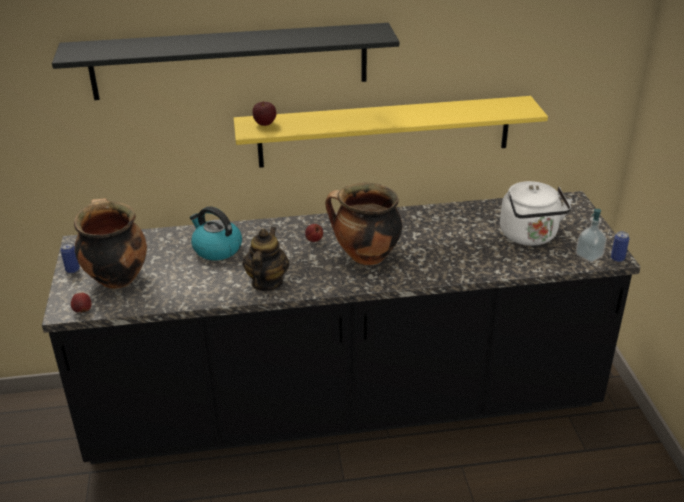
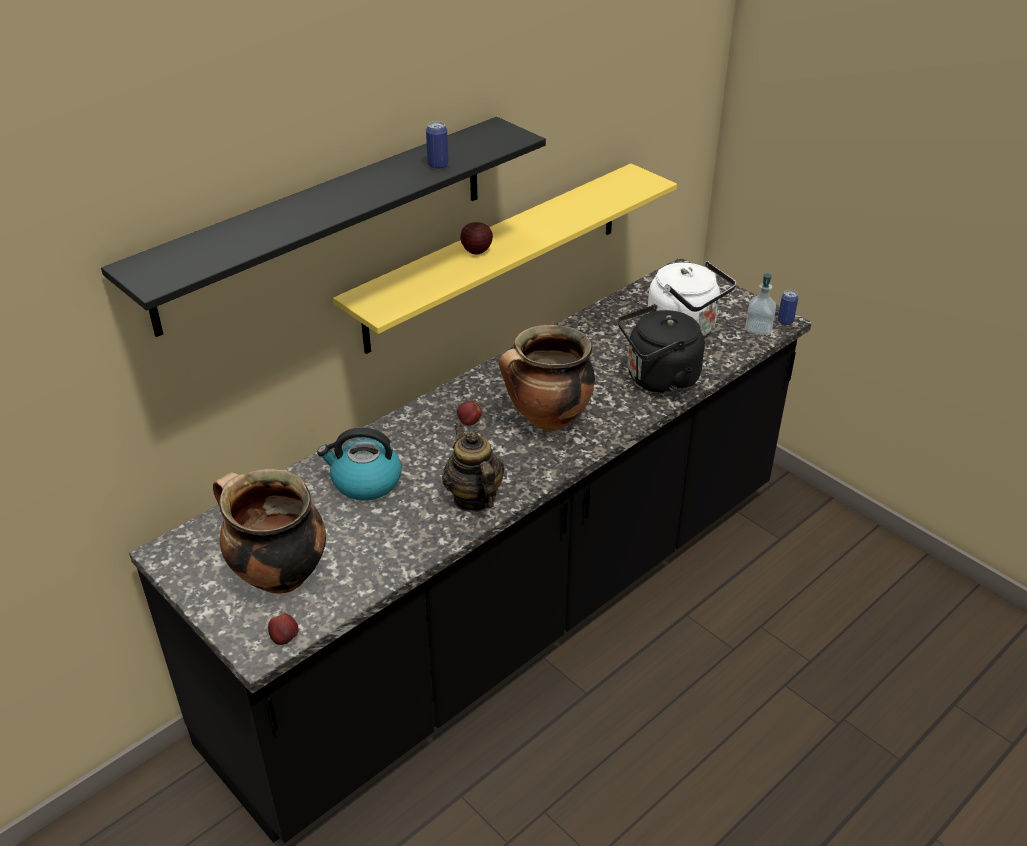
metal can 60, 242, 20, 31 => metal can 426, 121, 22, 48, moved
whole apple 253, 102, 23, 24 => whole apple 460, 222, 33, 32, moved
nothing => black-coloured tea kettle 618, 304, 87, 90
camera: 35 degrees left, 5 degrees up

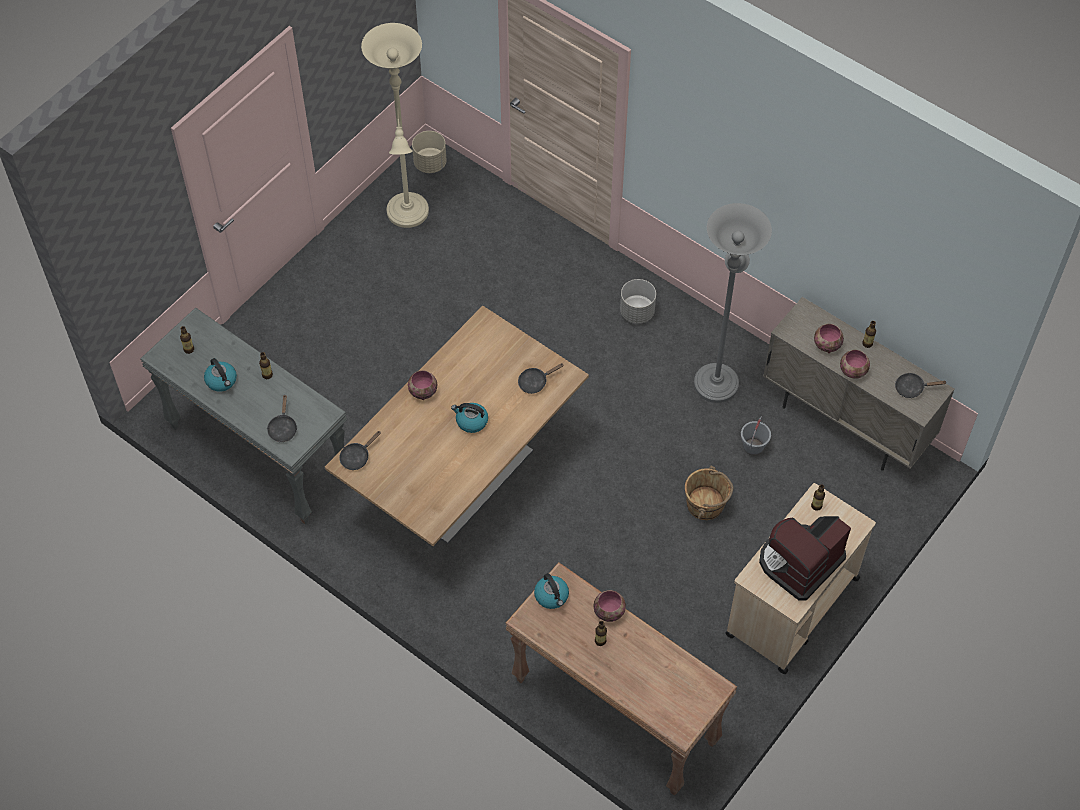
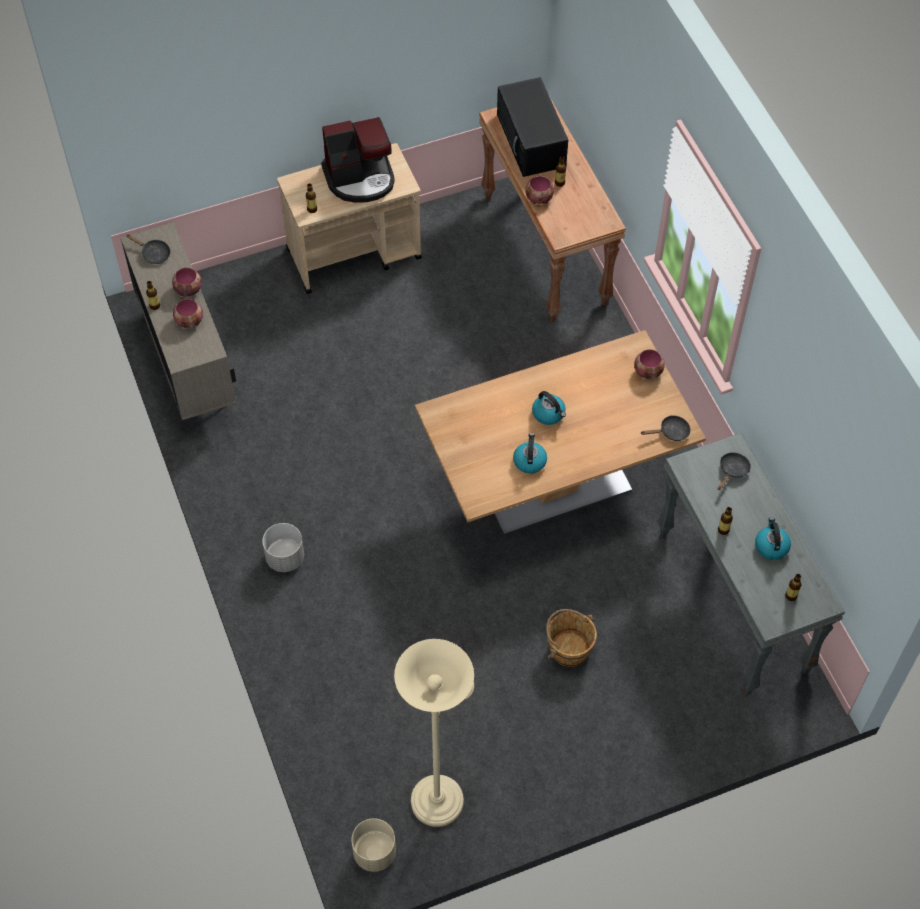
nothing => black-coloured microwave 497, 77, 71, 100
tea kettle 534, 573, 35, 36 => tea kettle 513, 433, 34, 41, moved
brownish pail 685, 466, 48, 54 => brownish pail 546, 609, 51, 58, moved
deep dish 408, 370, 29, 30 => deep dish 634, 349, 31, 30, moved
black-coloured frying pan 518, 363, 46, 31 => nothing
grey standing lamp 694, 203, 78, 200 => nothing
grey pail 741, 416, 30, 40 => nothing
camera: 150 degrees left, 0 degrees up

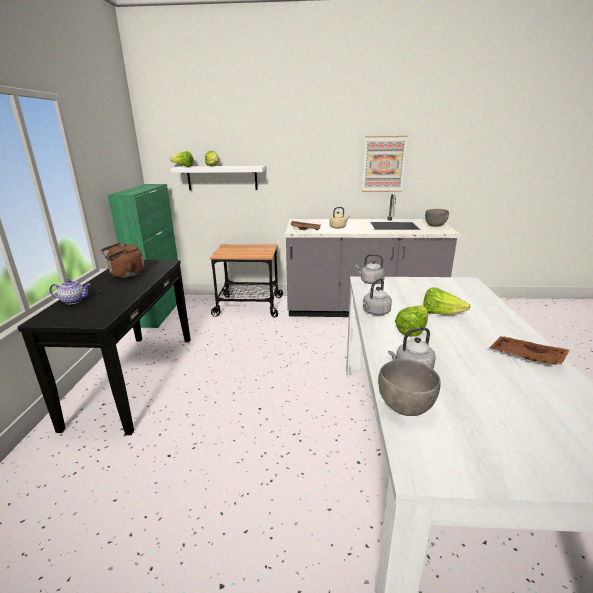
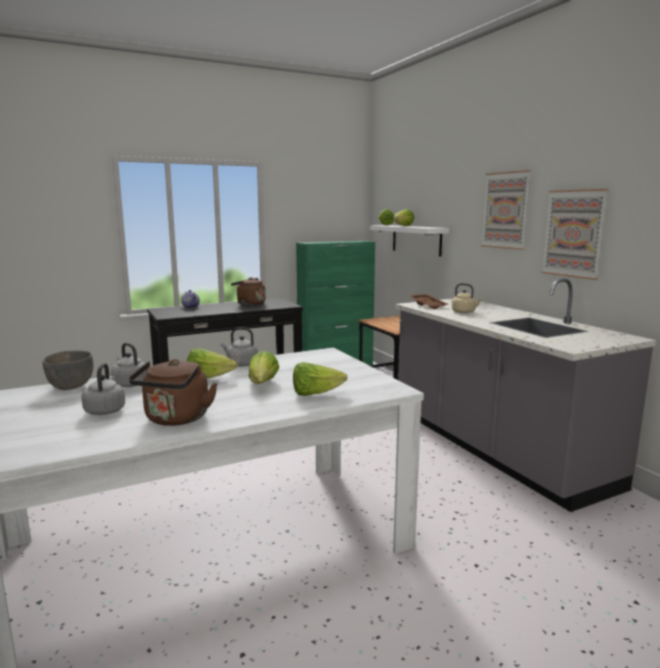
grey tea kettle 356, 254, 29, 30 => grey tea kettle 81, 363, 44, 52, moved
brownish carrying tray 489, 336, 81, 29 => brownish tea kettle 129, 359, 88, 67
nothing => head of lettuce 293, 362, 54, 34
nothing => picture 481, 170, 50, 80
grey deep dish 425, 209, 24, 18 => nothing
camera: 60 degrees right, 10 degrees down

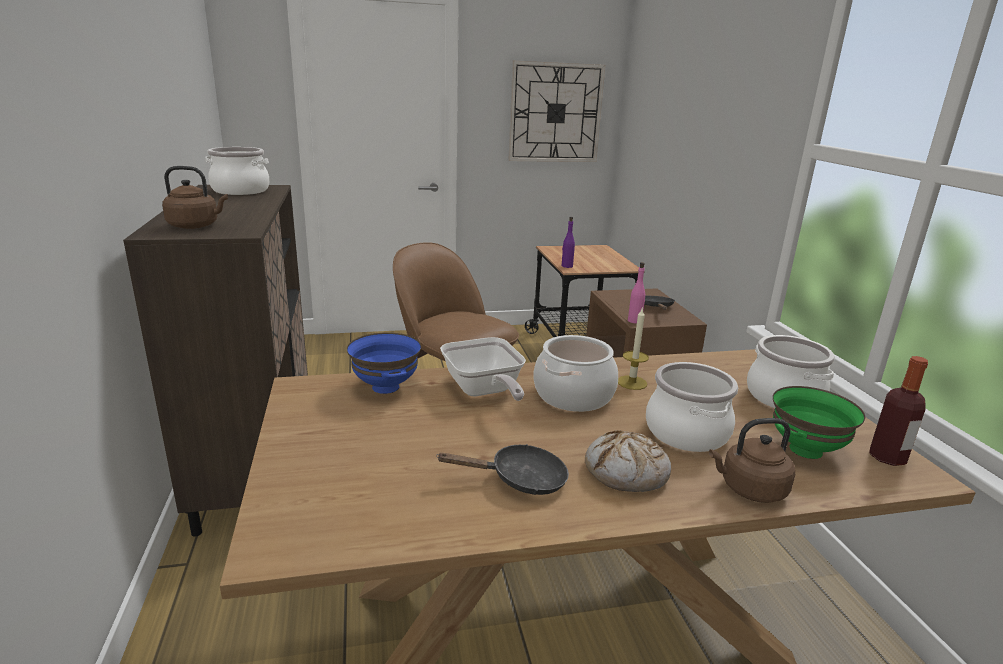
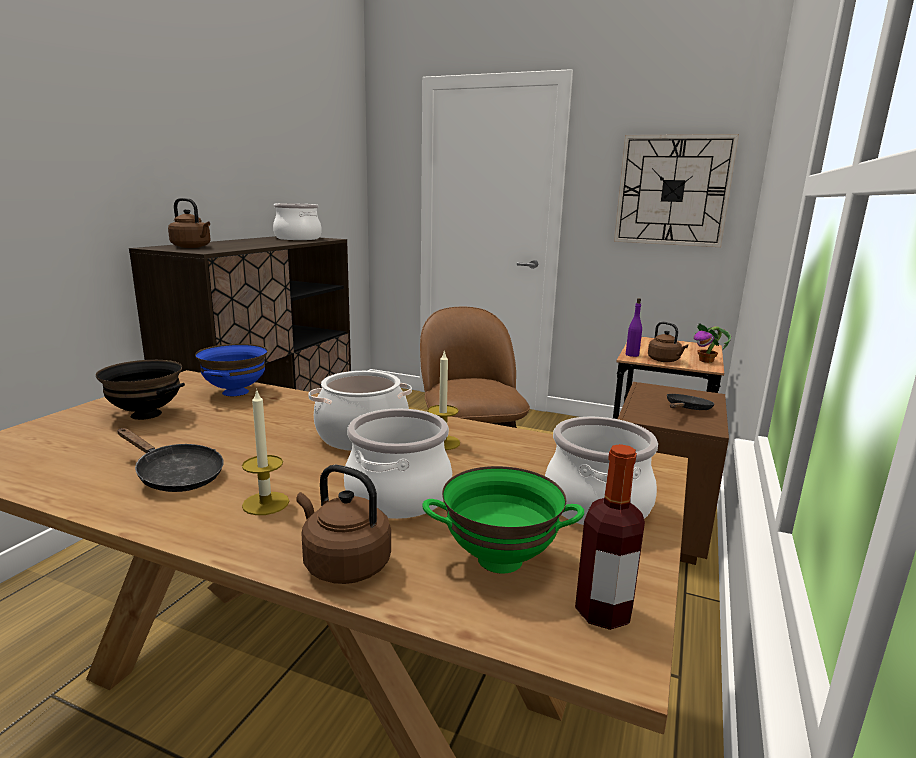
nothing => black-coloured deep dish 96, 360, 89, 60
bread 585, 430, 86, 62 => wax light 242, 388, 47, 127
nothing => brownish tea kettle 648, 322, 40, 40
nothing => potted plant 694, 323, 37, 40
frying pan 440, 337, 86, 64 => nothing
pink-coloured drink bottle 628, 262, 17, 62 => nothing
camera: 35 degrees right, 5 degrees down

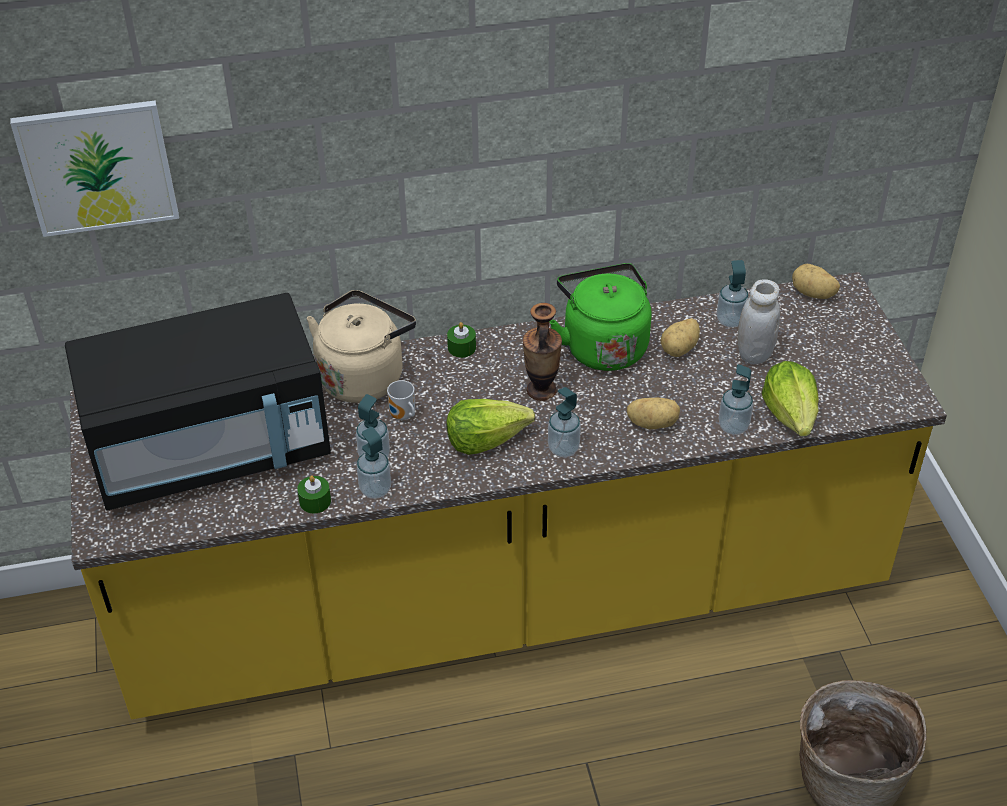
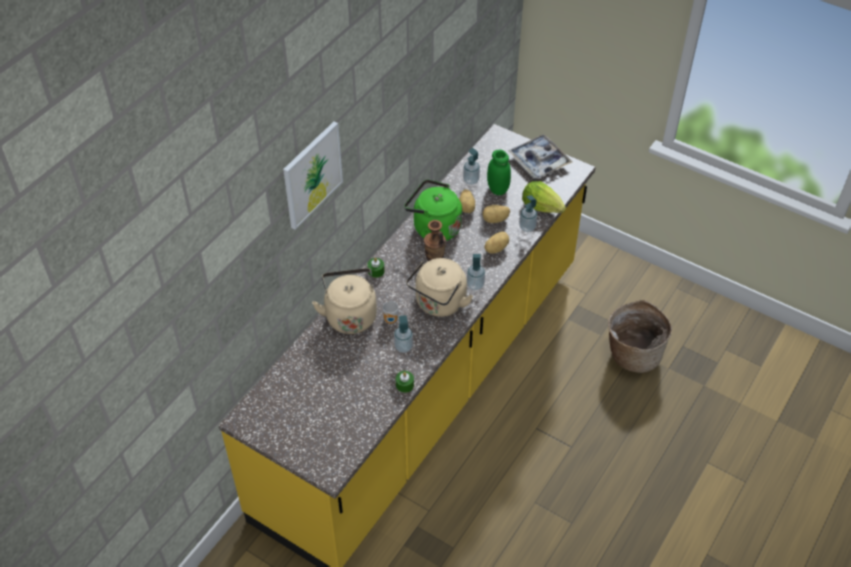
picture 10, 100, 169, 137 => picture 283, 121, 60, 109, moved
head of lettuce 446, 399, 89, 56 => sand-coloured tea kettle 406, 258, 67, 59
potato 792, 264, 48, 35 => potato 482, 205, 28, 18, moved
white-coloured preserve jar 738, 279, 42, 85 => green preserve jar 487, 150, 24, 45
nothing => carrying tray 508, 134, 65, 45
black-coloured microwave 65, 293, 266, 218 => nothing
liquid soap bottle 356, 427, 35, 72 => nothing
camera: 45 degrees left, 5 degrees up

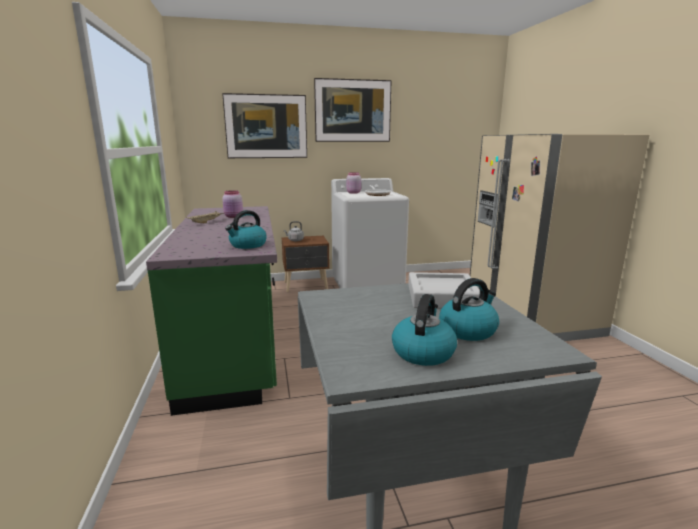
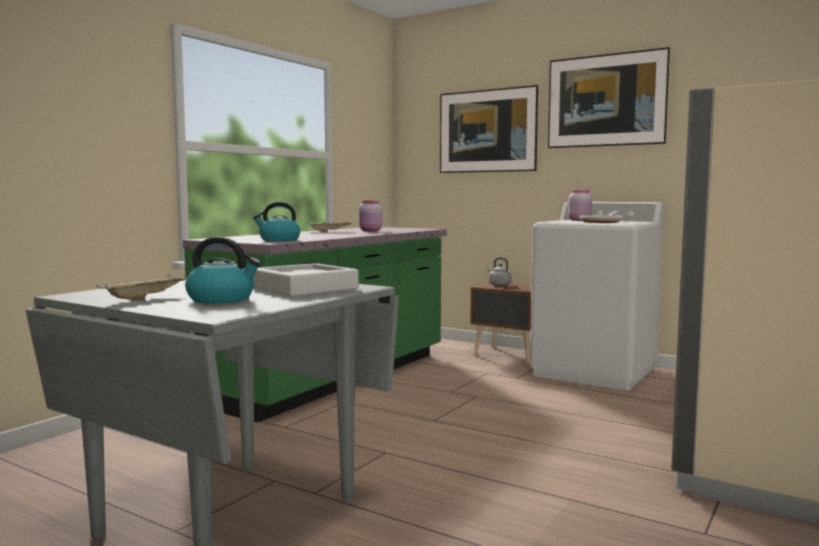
tea kettle 392, 294, 65, 72 => sand-coloured carrying tray 96, 274, 91, 26
camera: 45 degrees right, 10 degrees down

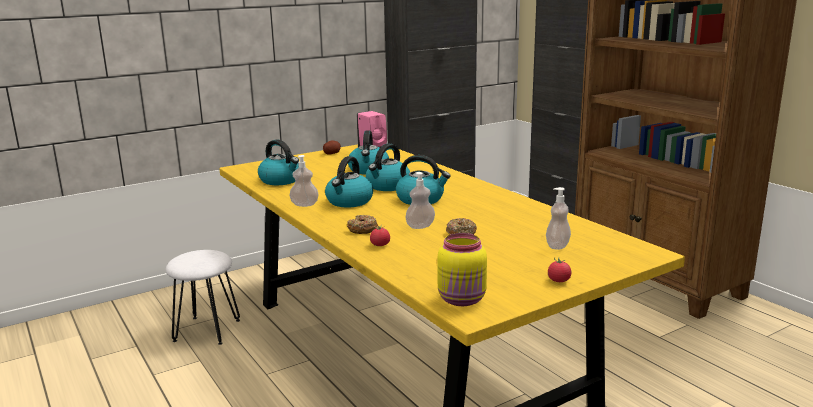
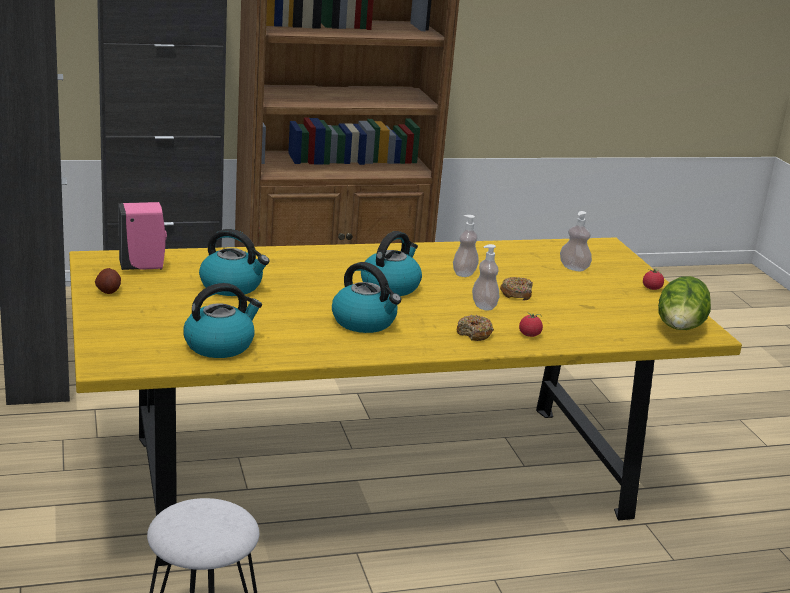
liquid soap bottle 289, 155, 30, 52 => liquid soap bottle 453, 215, 26, 62, moved
yellowish preserve jar 438, 233, 49, 73 => head of lettuce 658, 276, 53, 54
tea kettle 366, 144, 44, 47 => nothing
camera: 75 degrees left, 5 degrees up

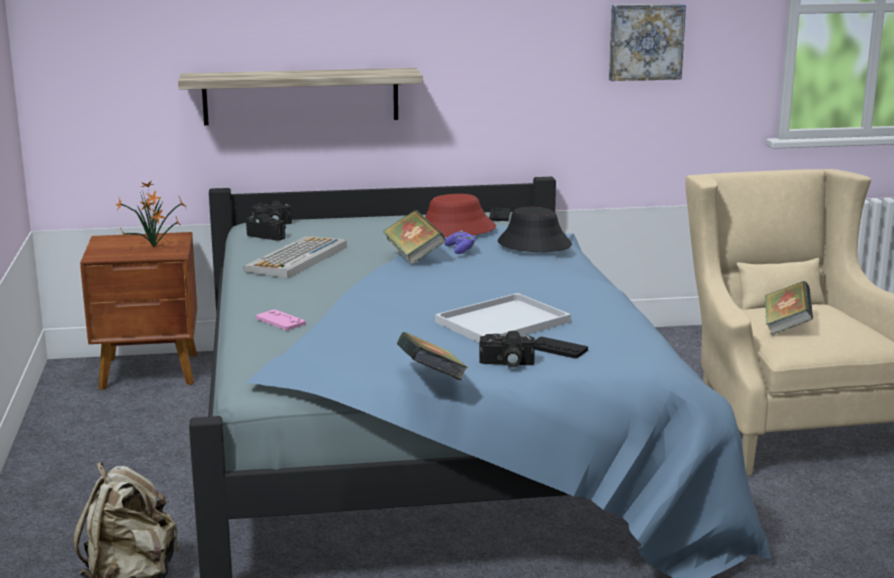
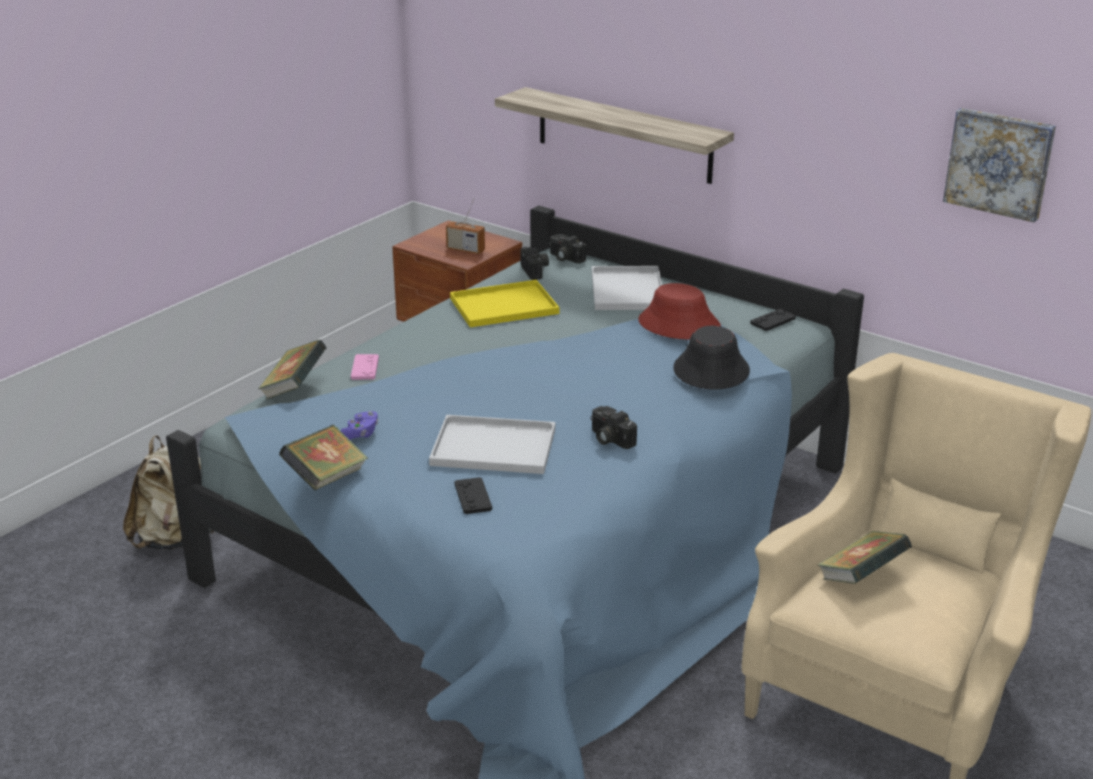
bound book 382, 210, 64, 54 => bound book 258, 340, 68, 59, moved
purplish gamepad 444, 230, 31, 24 => purplish gamepad 340, 411, 38, 29, moved
potted plant 115, 181, 72, 66 => radio 446, 199, 39, 55
keyboard 243, 236, 104, 43 => yellowish carrying tray 450, 280, 110, 47
still camera 479, 331, 56, 37 => still camera 590, 406, 47, 43, moved
nothing => white-coloured carrying tray 592, 266, 70, 44
camera: 45 degrees right, 10 degrees up

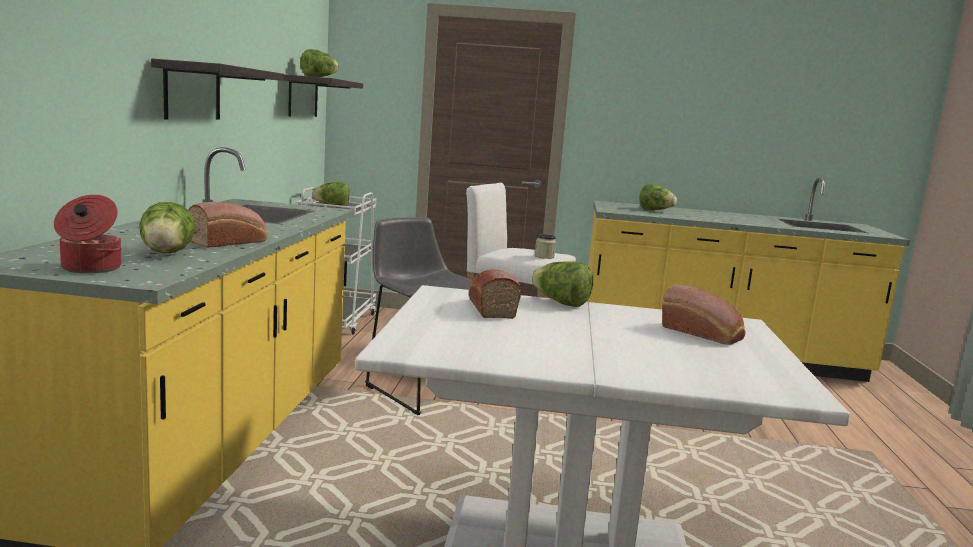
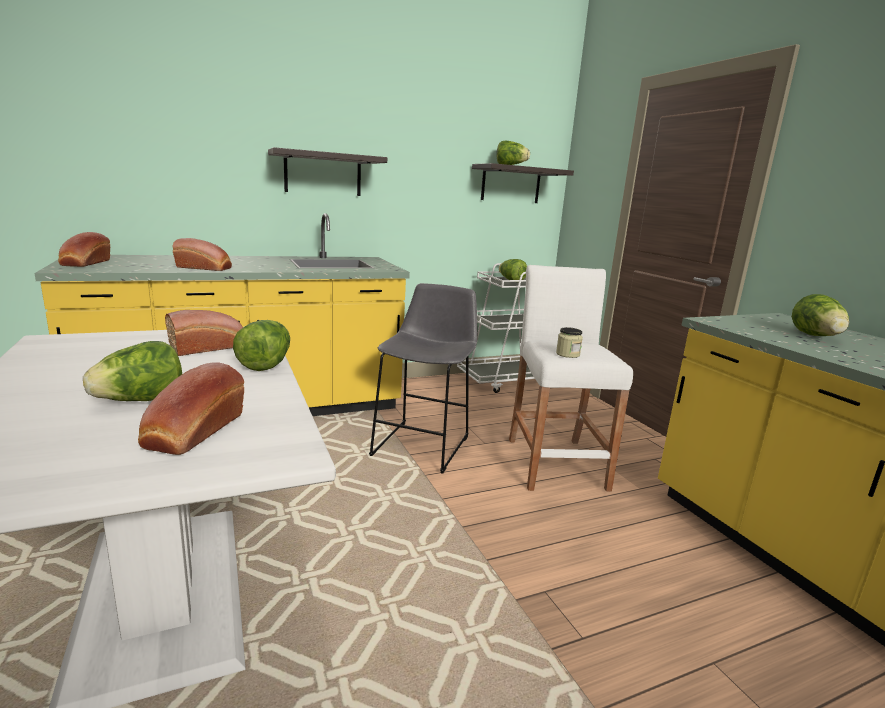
cooking pot 54, 195, 68, 78 => bread 58, 232, 52, 35
head of lettuce 139, 202, 57, 51 => head of lettuce 83, 341, 99, 60, moved
camera: 60 degrees right, 5 degrees up

